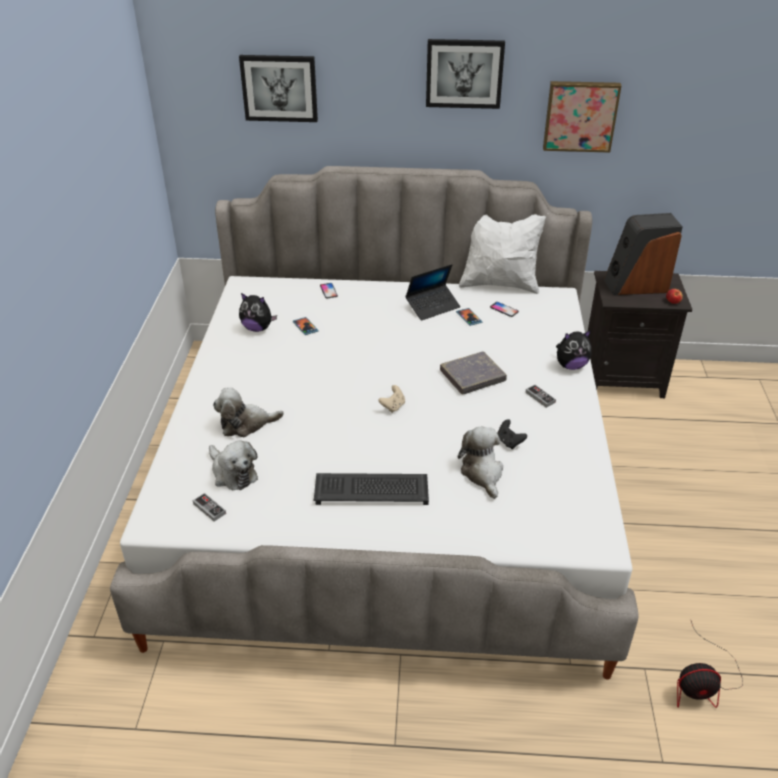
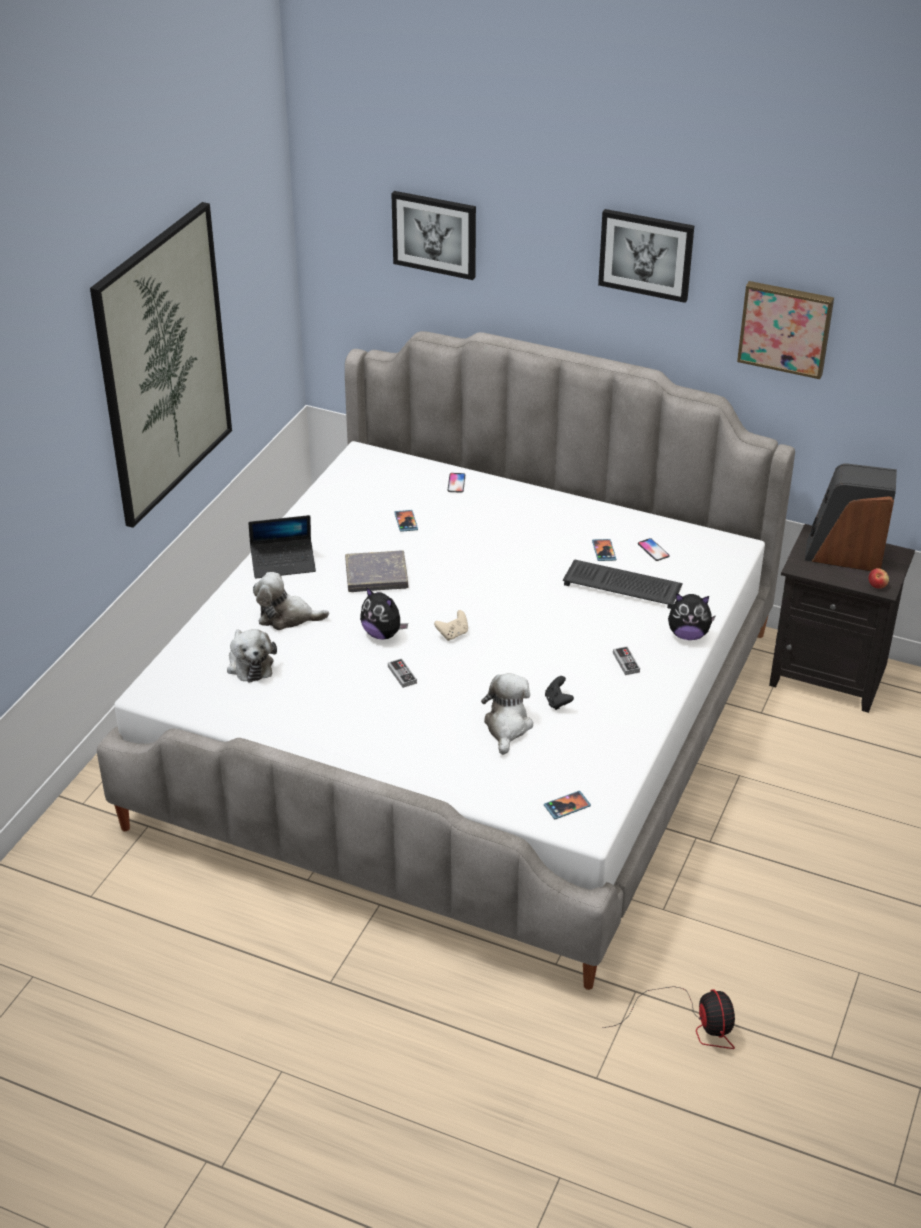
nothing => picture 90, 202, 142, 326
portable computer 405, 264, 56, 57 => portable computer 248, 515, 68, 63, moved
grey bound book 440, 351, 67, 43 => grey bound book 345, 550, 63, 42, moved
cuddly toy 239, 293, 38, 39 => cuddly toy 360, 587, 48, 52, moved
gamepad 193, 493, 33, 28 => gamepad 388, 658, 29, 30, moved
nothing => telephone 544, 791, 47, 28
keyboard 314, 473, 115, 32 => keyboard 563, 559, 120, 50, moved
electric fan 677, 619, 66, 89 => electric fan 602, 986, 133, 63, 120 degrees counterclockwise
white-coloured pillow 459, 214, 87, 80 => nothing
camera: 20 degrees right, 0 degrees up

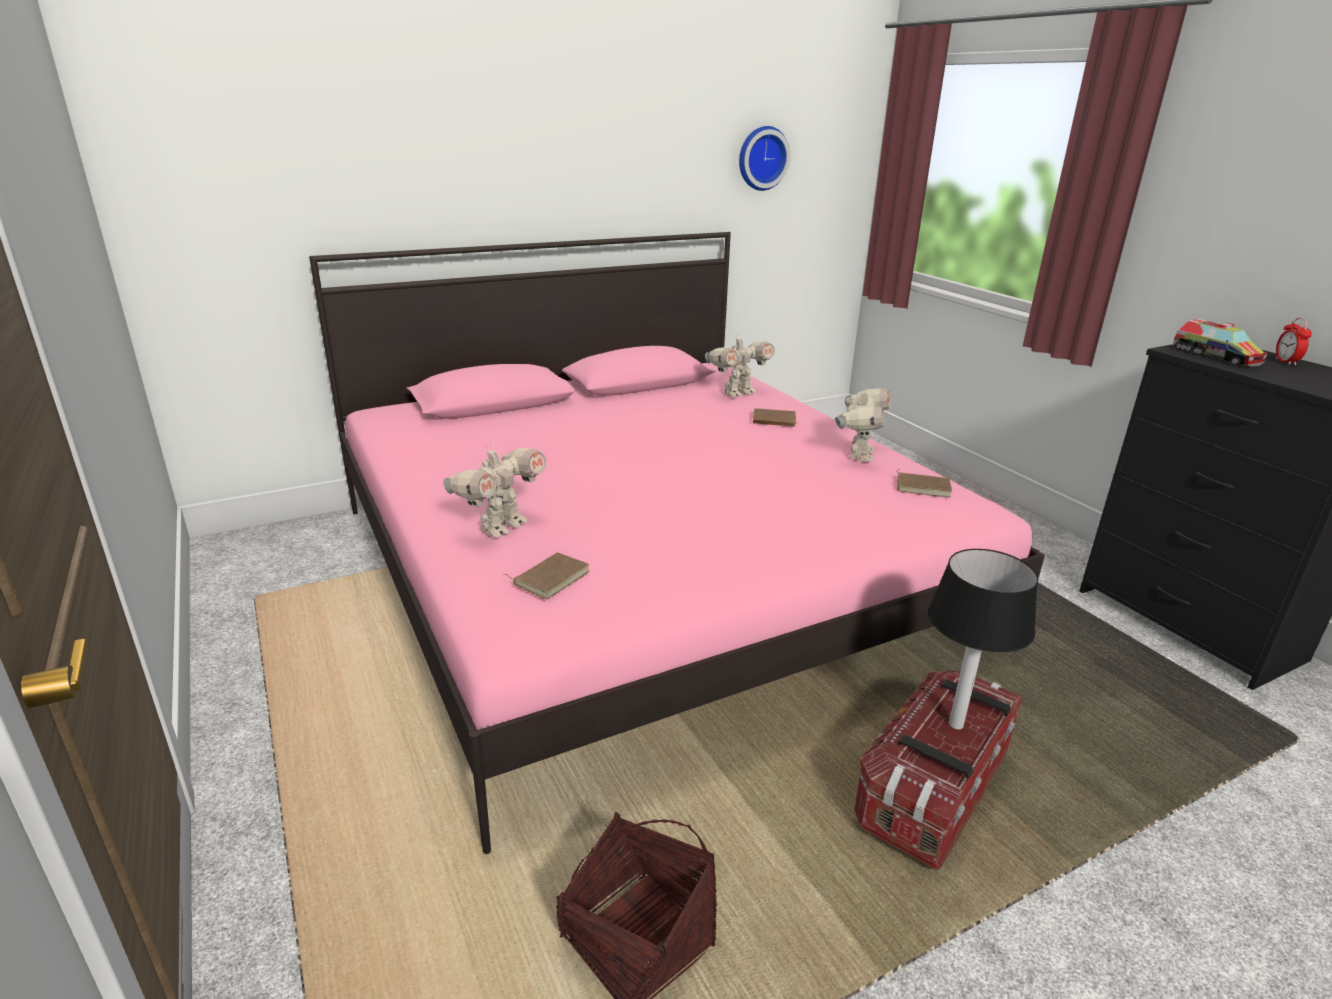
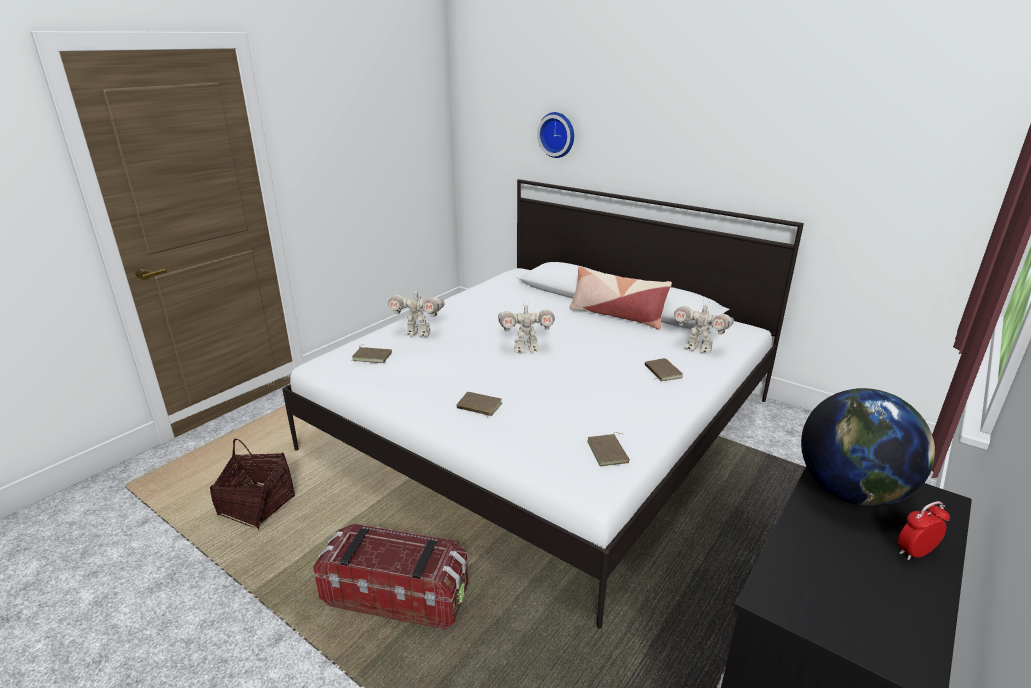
pink-coloured sleeping bed 309, 232, 736, 622 => white-coloured sleeping bed 282, 179, 522, 450
nothing => brownish bound book 456, 392, 46, 26
robot figure 835, 384, 56, 78 => robot figure 498, 303, 57, 50, moved
clock on the wall 739, 126, 52, 65 => clock on the wall 537, 112, 37, 46, moved
nothing => pillow 570, 266, 102, 64
toy truck 1172, 319, 96, 48 => desk globe 801, 388, 134, 119
lamp for a table 928, 549, 110, 180 => nothing
camera: 65 degrees right, 0 degrees up

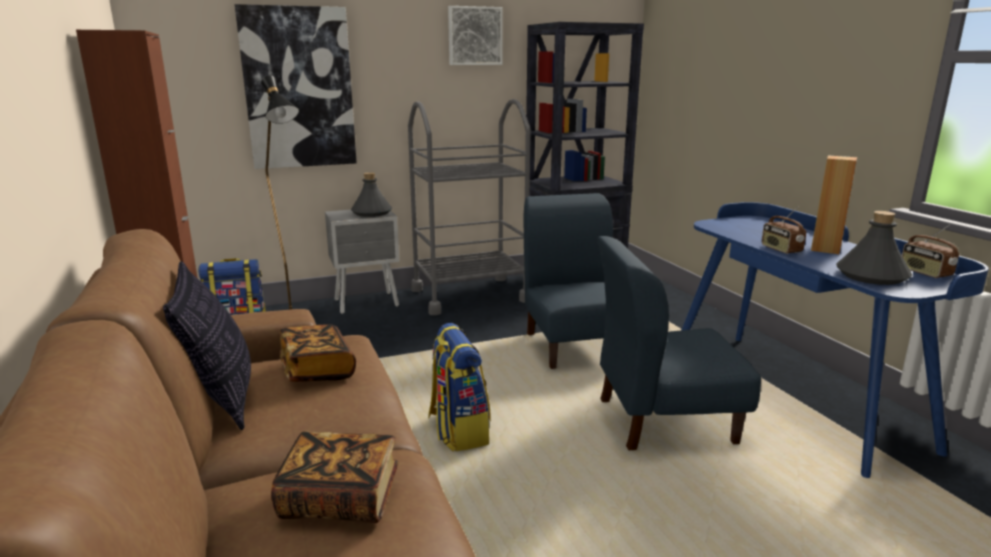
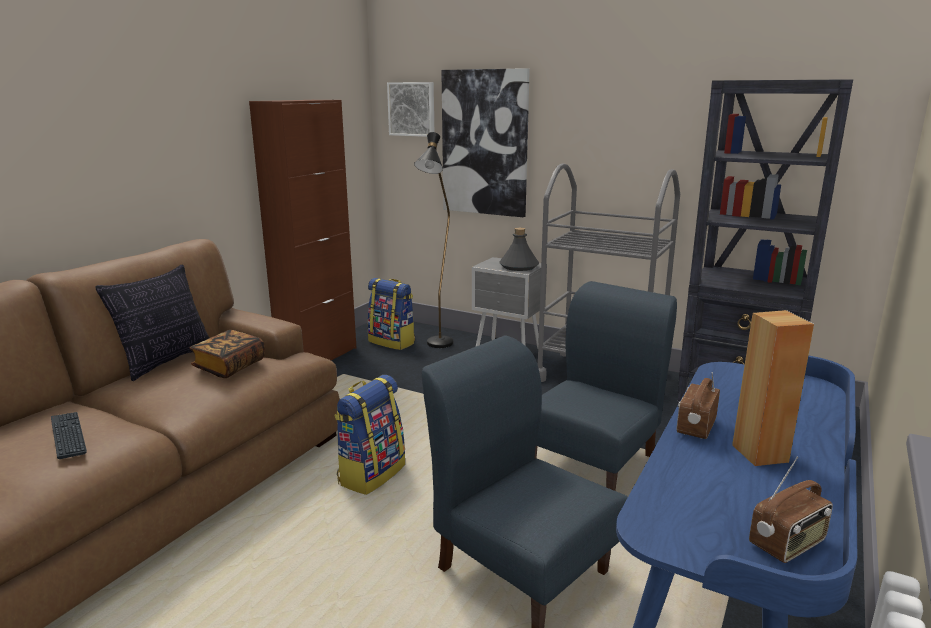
bound book 271, 431, 127, 92 => keyboard 51, 412, 36, 47
picture 448, 6, 55, 59 => picture 387, 82, 47, 55, moved
radio 902, 224, 57, 54 => radio 749, 456, 84, 107, 150 degrees counterclockwise
grey drink bottle 836, 211, 76, 74 => nothing
camera: 50 degrees right, 0 degrees up

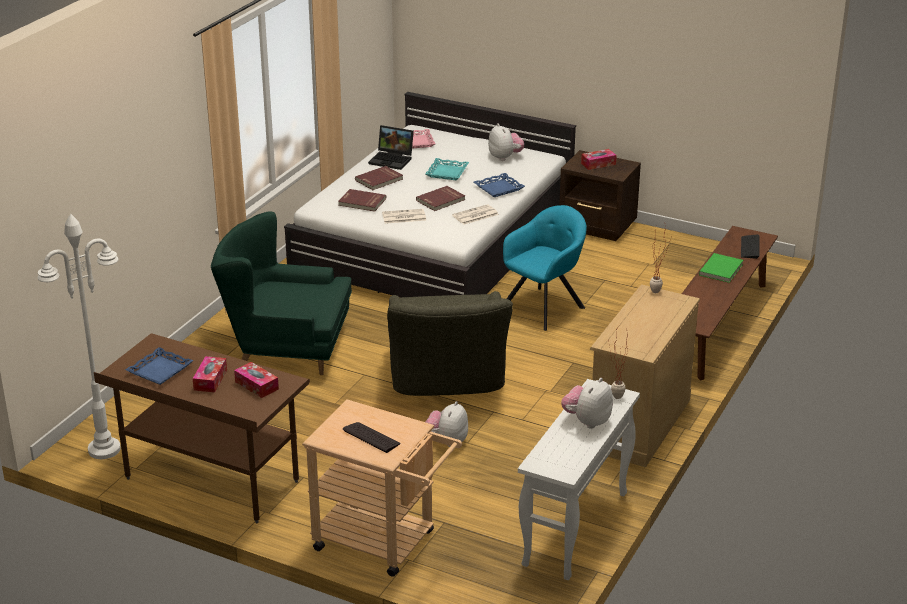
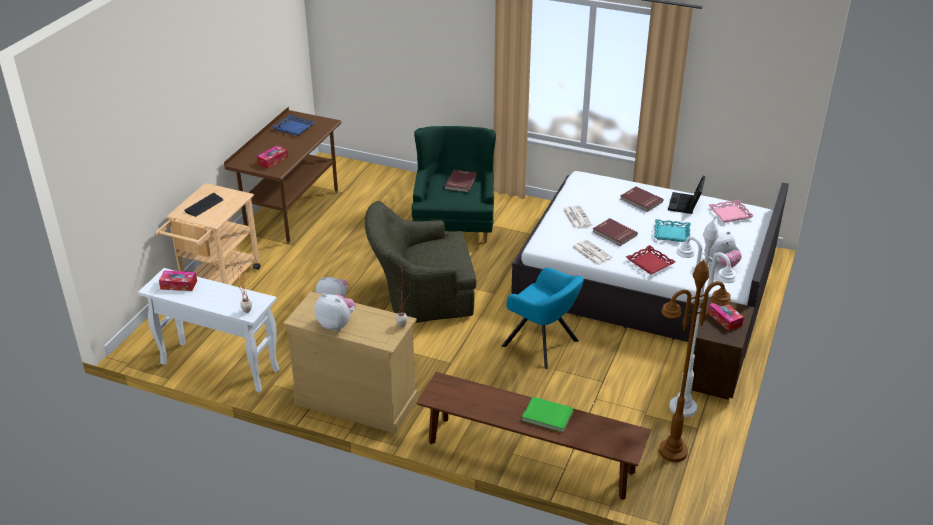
box of tissues 193, 356, 34, 36 => box of tissues 159, 271, 38, 20, moved
cuddly toy 561, 378, 52, 51 => cuddly toy 315, 293, 40, 38, moved
red bound book 338, 189, 48, 23 => red bound book 445, 170, 32, 22, moved
bluish carrying tray 474, 173, 51, 24 => red carrying tray 626, 245, 50, 30
nothing => brownish standing lamp 659, 260, 72, 202
white-coloured standing lamp 38, 214, 83, 245 => white-coloured standing lamp 669, 220, 67, 197, moved
keyboard 741, 234, 19, 25 => nothing
camera: 85 degrees right, 5 degrees up

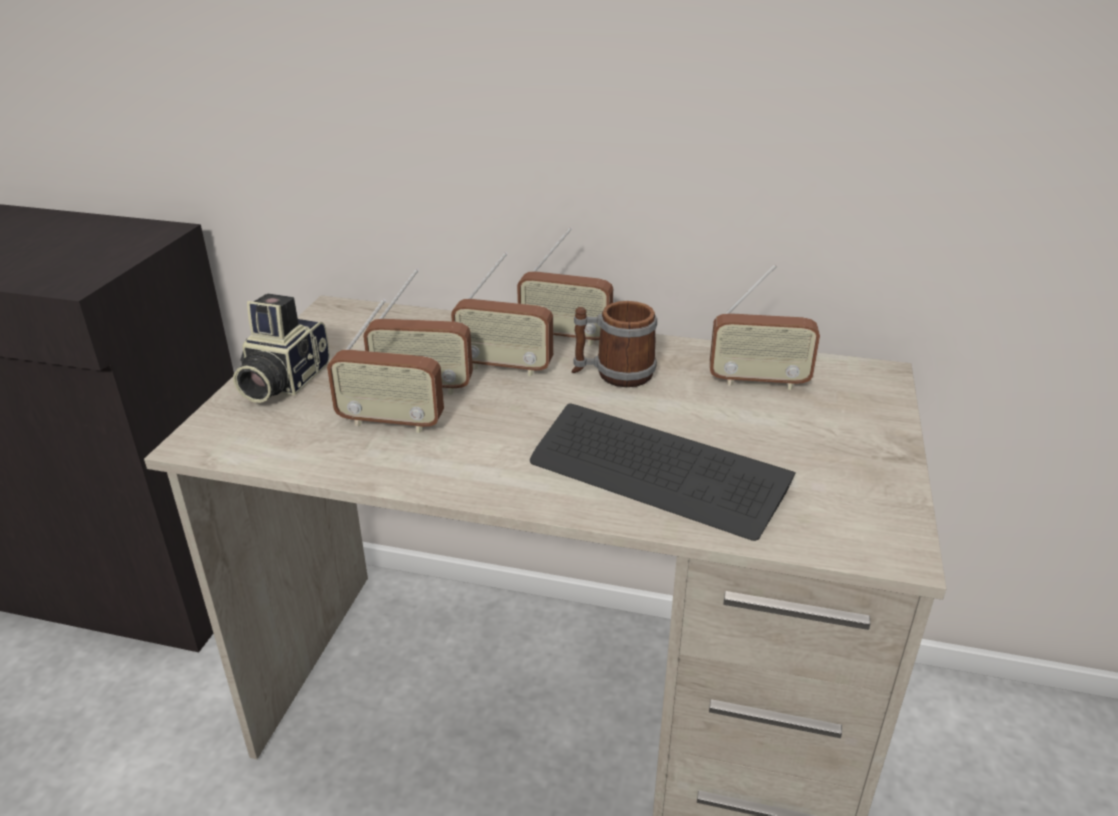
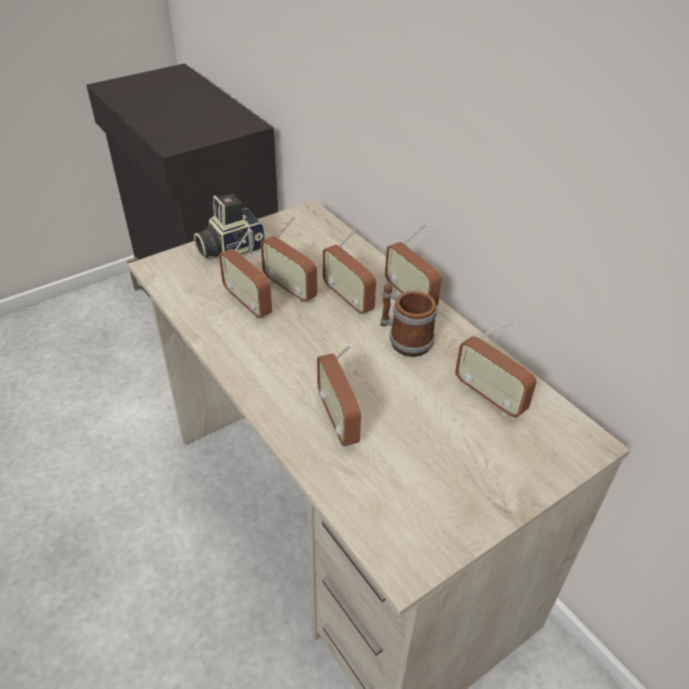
keyboard 530, 403, 266, 138 => radio 317, 344, 44, 103
camera: 40 degrees right, 10 degrees up

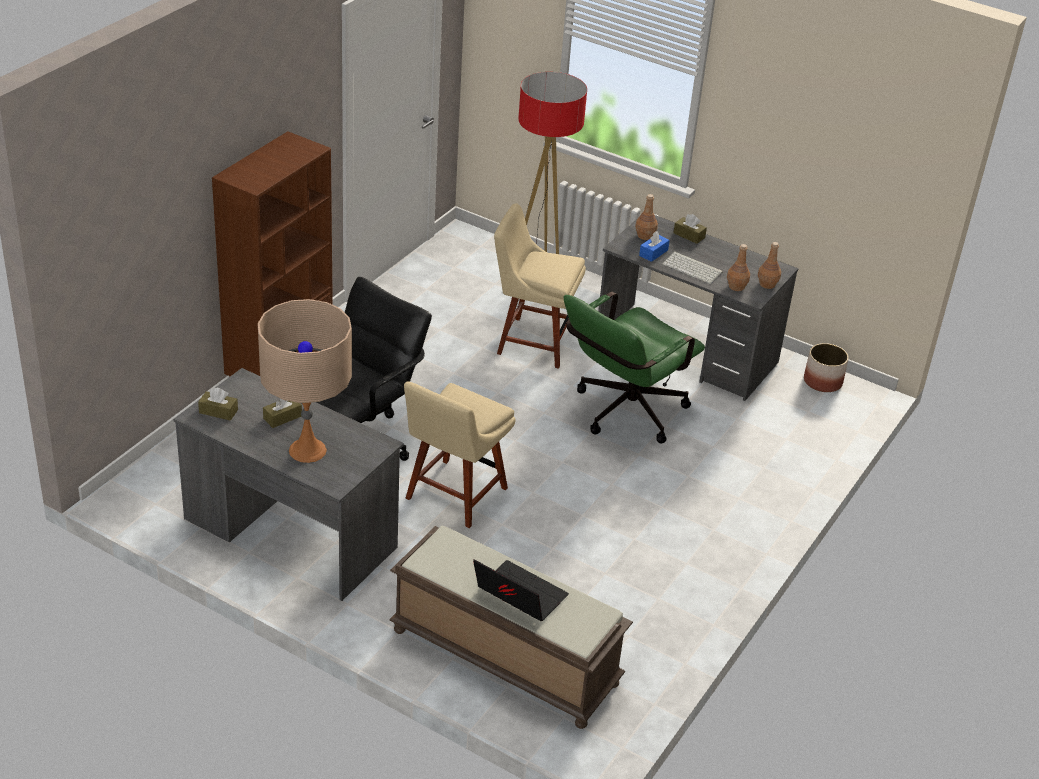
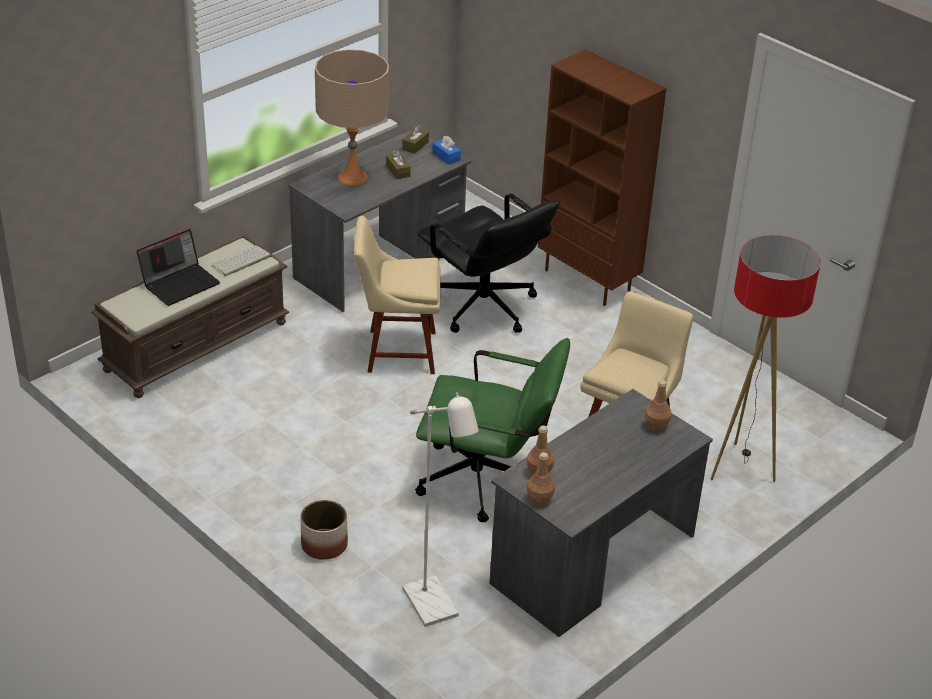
keyboard 662, 252, 61, 32 => keyboard 211, 245, 60, 31, moved
planter 804, 343, 45, 49 => planter 301, 500, 47, 60, moved
sand-coloured plain chair 404, 382, 112, 146 => sand-coloured plain chair 354, 216, 87, 158, 45 degrees counterclockwise
nothing => white-coloured standing lamp 402, 392, 77, 235
green computer chair 564, 292, 141, 152 => green computer chair 415, 338, 155, 184, 135 degrees clockwise
bluish box of tissues 639, 231, 31, 31 => bluish box of tissues 432, 136, 29, 29, moved
brownish box of tissues 673, 214, 34, 30 => nothing
camera: 105 degrees right, 0 degrees up

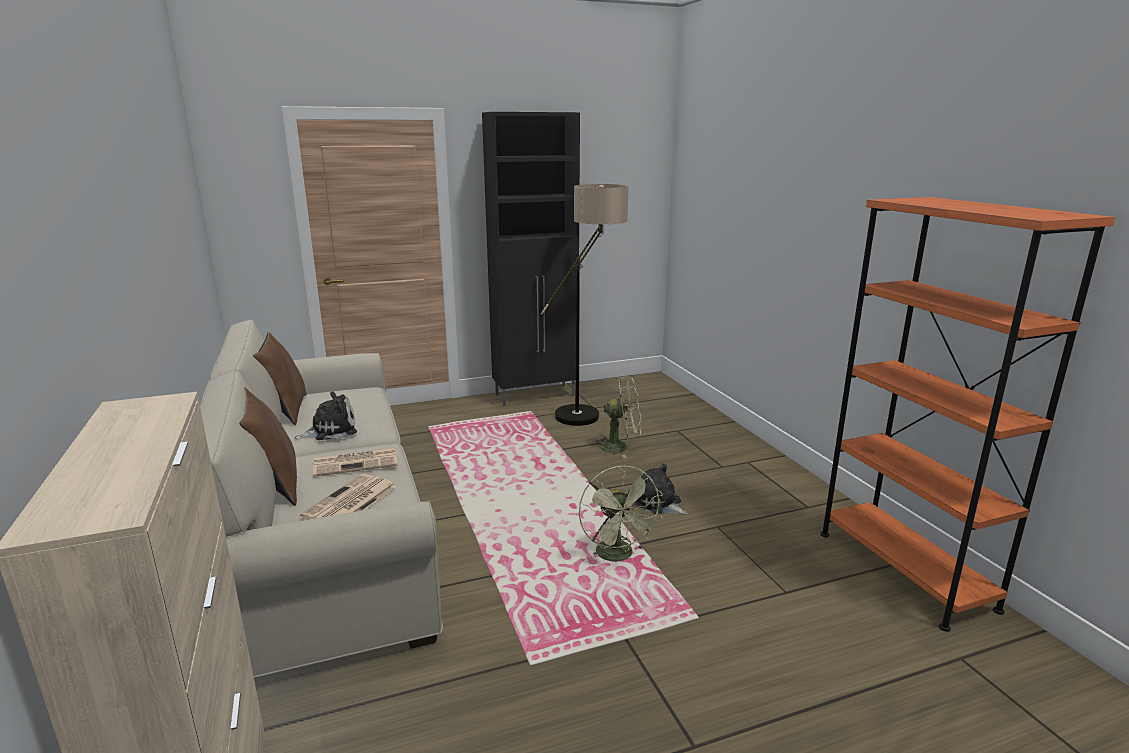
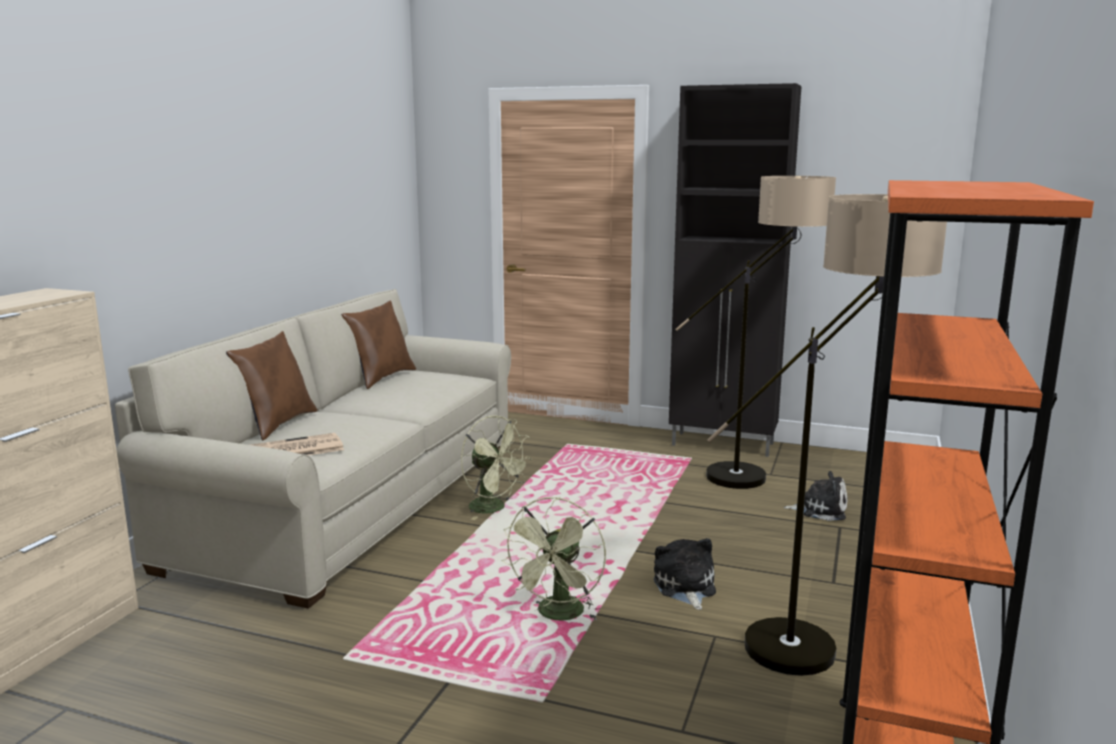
green electric fan 592, 376, 49, 82 => green electric fan 461, 416, 71, 104, moved
nothing => standing lamp 707, 194, 240, 482
cuddly toy 294, 391, 63, 49 => cuddly toy 783, 471, 64, 50, moved
printed paper 313, 448, 84, 29 => nothing
camera: 40 degrees right, 5 degrees down

